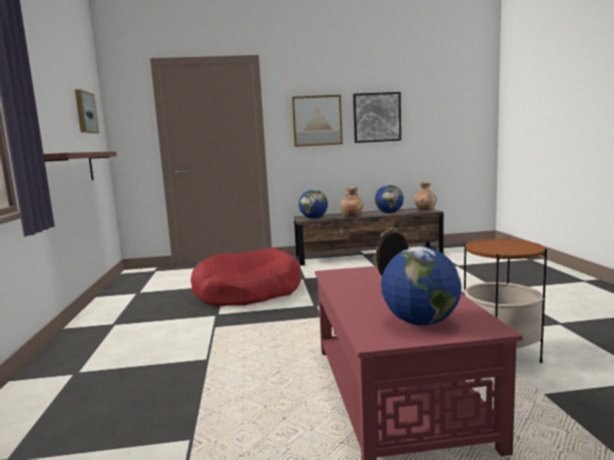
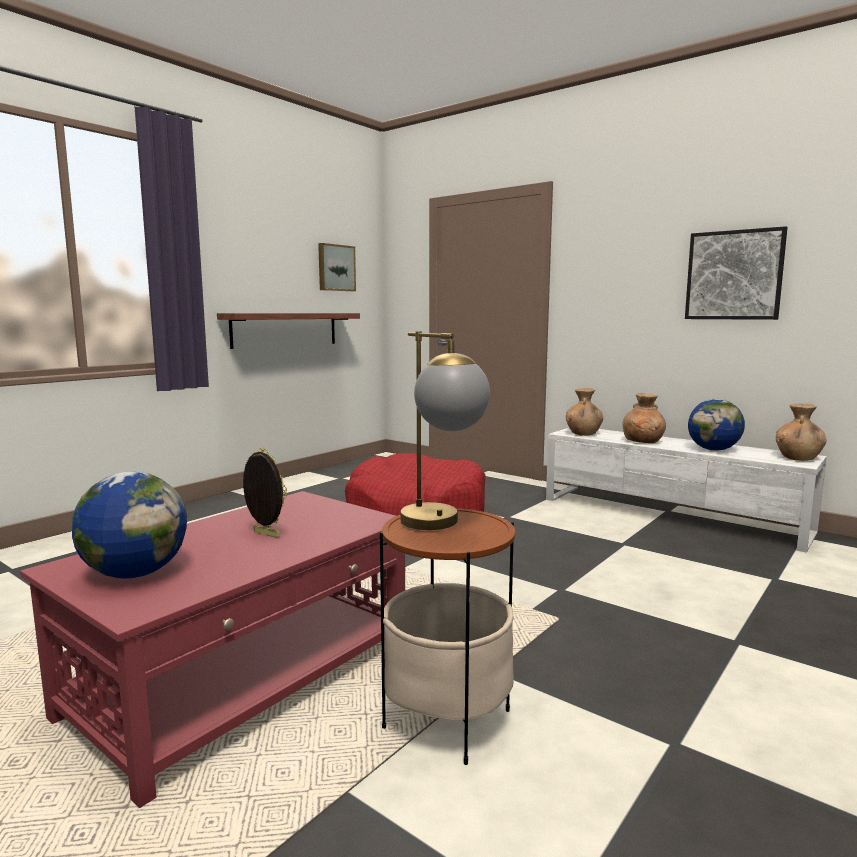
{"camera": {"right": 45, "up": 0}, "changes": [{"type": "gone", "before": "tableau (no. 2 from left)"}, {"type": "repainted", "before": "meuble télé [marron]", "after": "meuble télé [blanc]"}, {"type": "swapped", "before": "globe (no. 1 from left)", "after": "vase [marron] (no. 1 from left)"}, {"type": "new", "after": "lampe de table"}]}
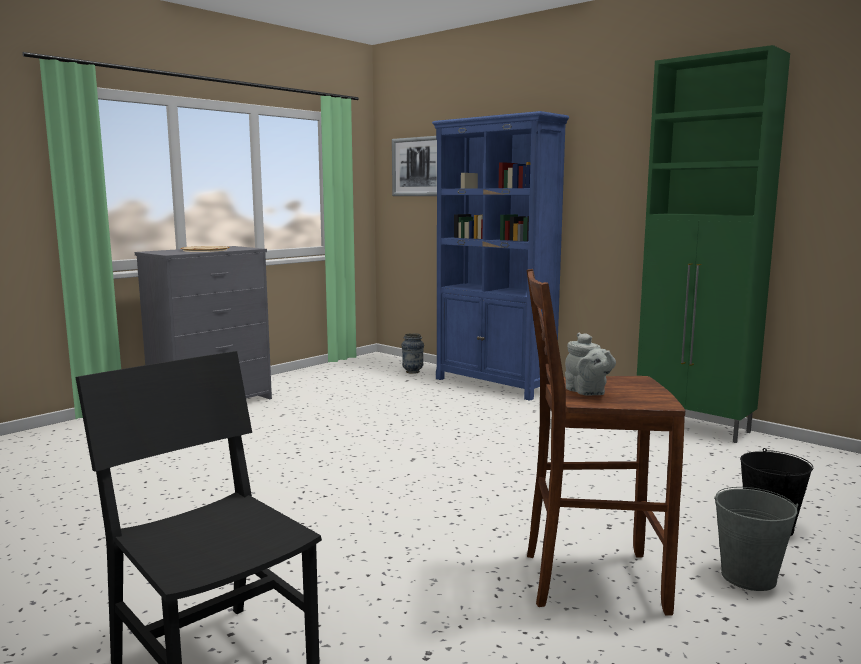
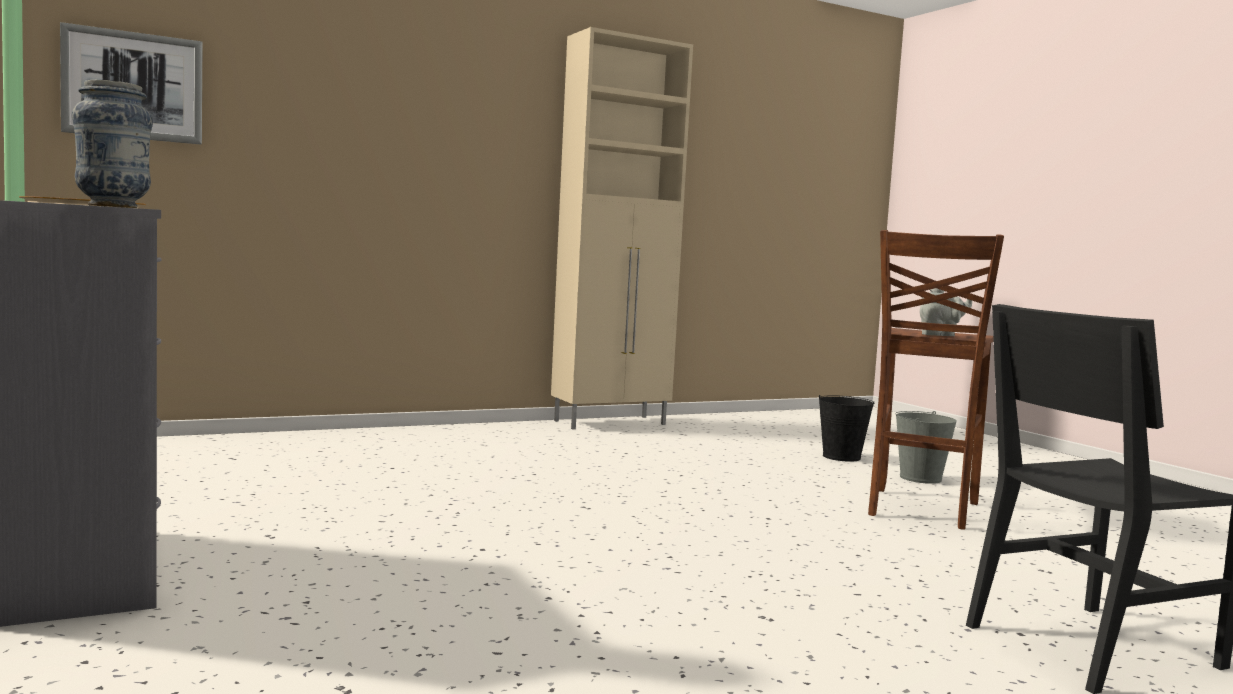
{"camera": {"right": -70, "up": -5}, "changes": [{"type": "shifted", "before": "vase"}, {"type": "gone", "before": "bibliothèque [bleu]"}, {"type": "repainted", "before": "meuble de rangement [vert]", "after": "meuble de rangement [beige]"}]}
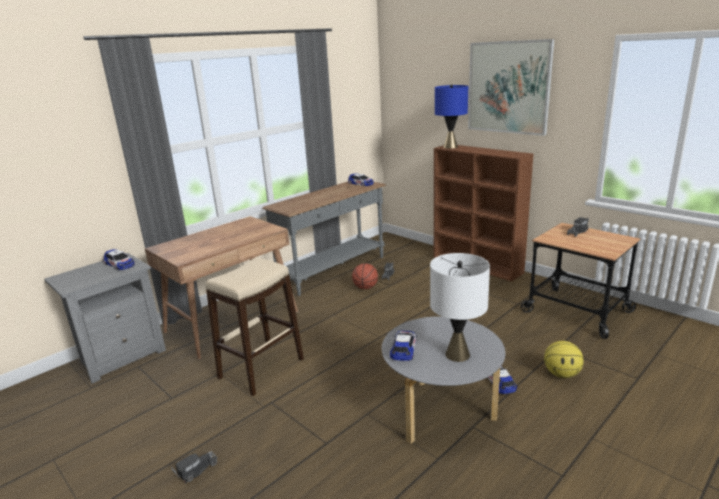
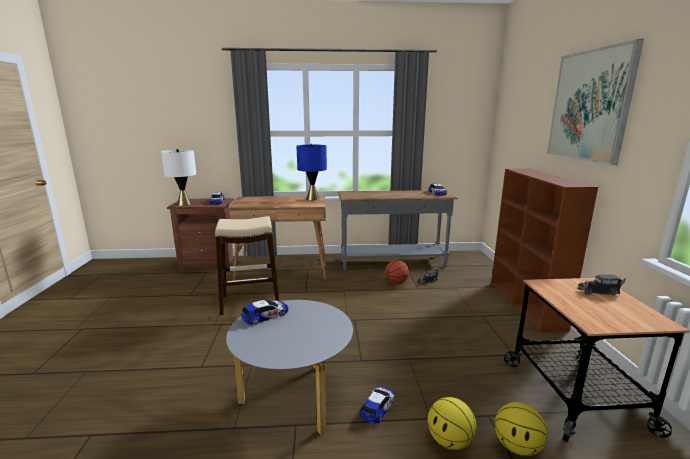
{"camera": {"right": 40, "up": -5}, "changes": [{"type": "repainted", "before": "table de chevet [gris]", "after": "table de chevet [marron]"}, {"type": "gone", "before": "camion jouet (no. 1 from left)"}, {"type": "shifted", "before": "lampe de table [blanc]"}, {"type": "shifted", "before": "lampe de table [bleu]"}, {"type": "new", "after": "ballon de basket (no. 3 from left)"}]}
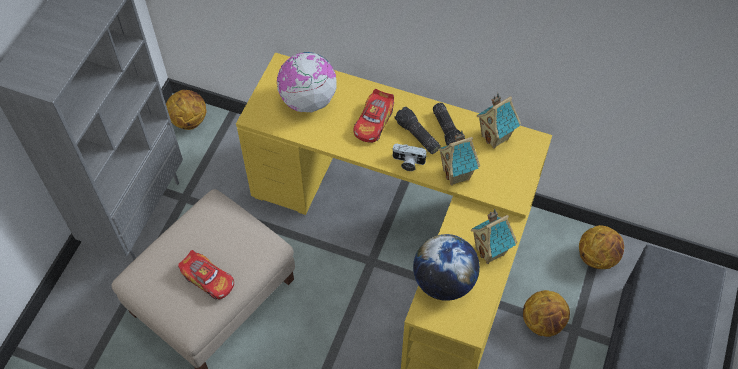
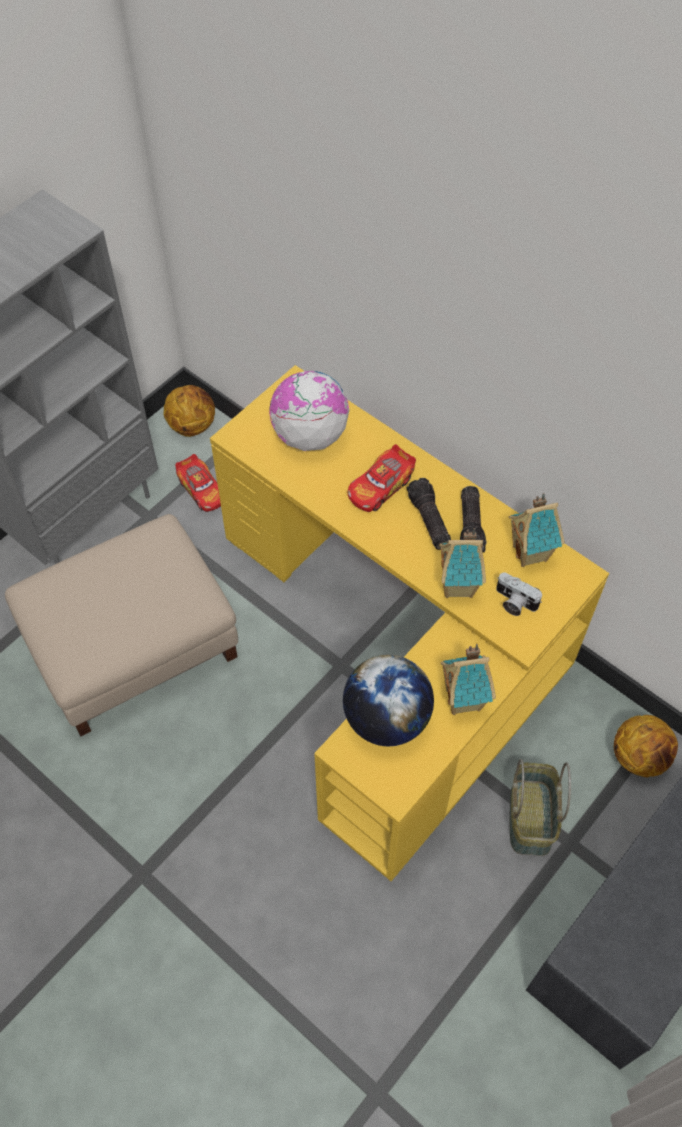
{"camera": {"right": 20, "up": 0}, "changes": [{"type": "shifted", "before": "petite voiture (no. 1 from left)"}, {"type": "shifted", "before": "appareil photo"}, {"type": "swapped", "before": "ballon de basket (no. 2 from left)", "after": "panier"}]}
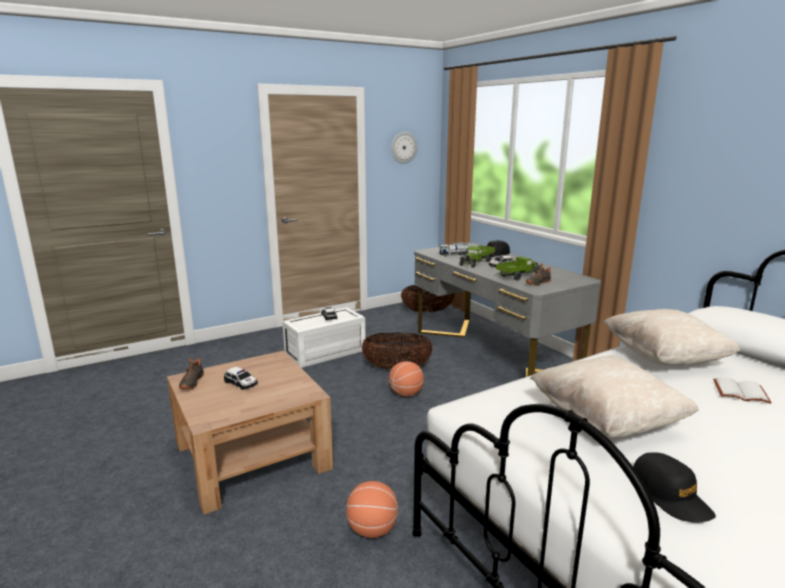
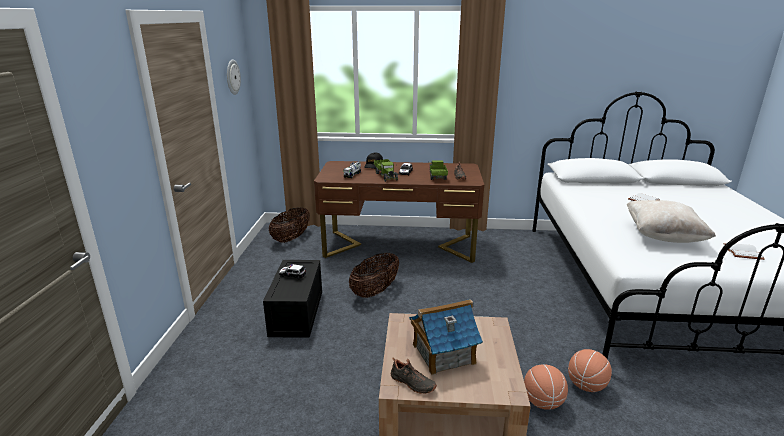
{"camera": {"right": -55, "up": 5}, "changes": [{"type": "swapped", "before": "petite voiture (no. 1 from left)", "after": "maison miniature"}, {"type": "repainted", "before": "boîte de rangement [blanc]", "after": "boîte de rangement [noir]"}, {"type": "shifted", "before": "ballon de basket (no. 2 from left in the first image)", "after": "ballon de basket (no. 1 from left)"}, {"type": "repainted", "before": "bureau [gris]", "after": "bureau [marron]"}, {"type": "gone", "before": "coussin [beige] (no. 2 from left)"}, {"type": "swapped", "before": "casquette [noir] (no. 2 from left)", "after": "livre [blanc] (no. 2 from left)"}]}
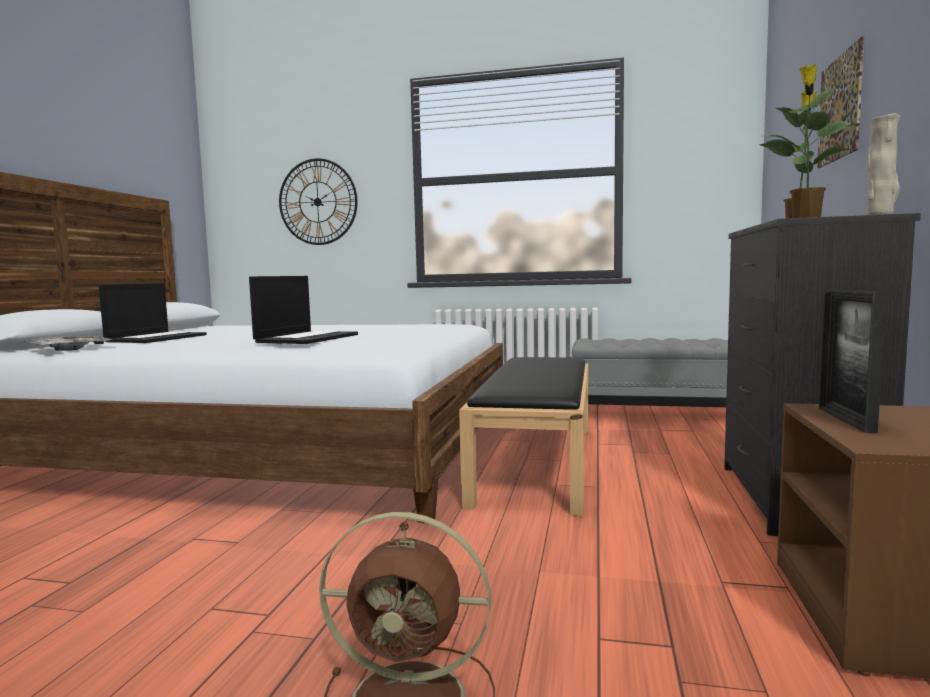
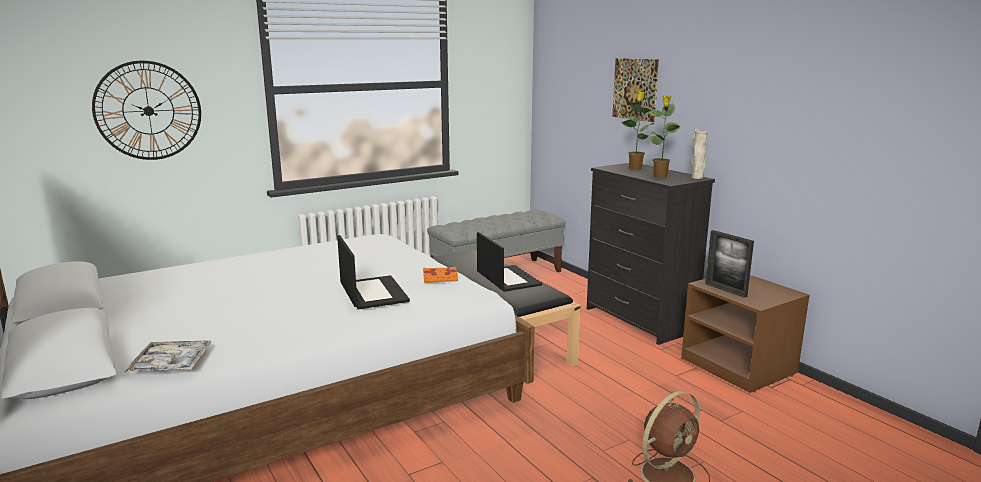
{"camera": {"right": -45, "up": 10}, "changes": [{"type": "shifted", "before": "ordinateur portable (no. 1 from left in the first image)", "after": "ordinateur portable (no. 2 from left)"}, {"type": "new", "after": "livre [orange]"}]}
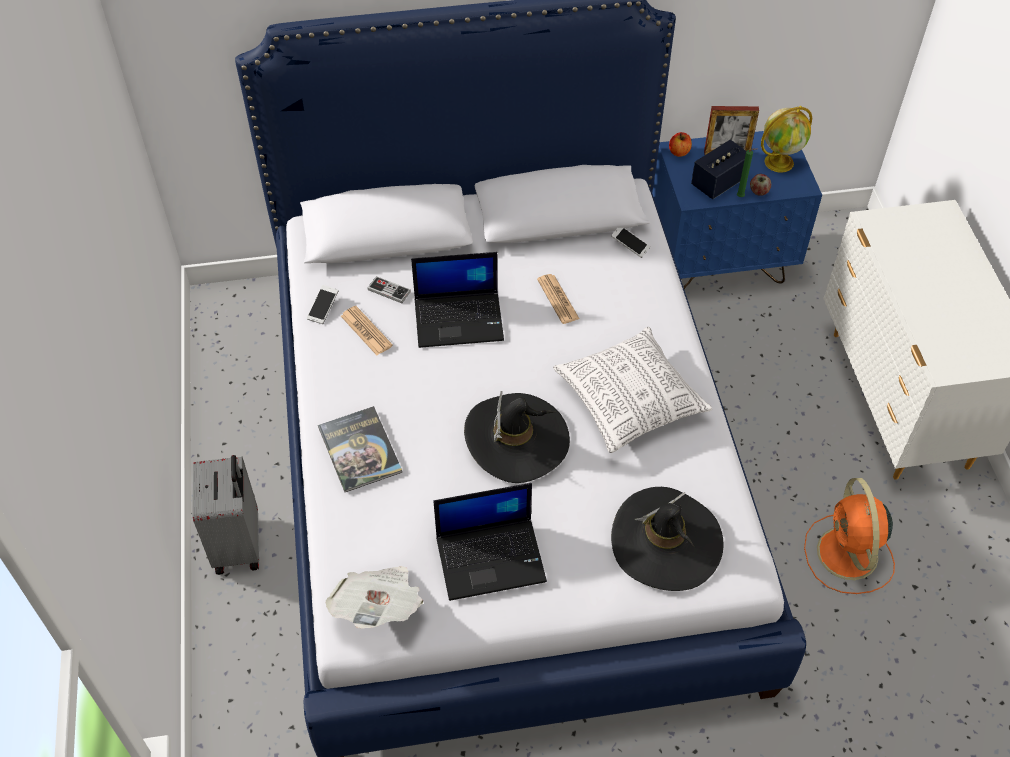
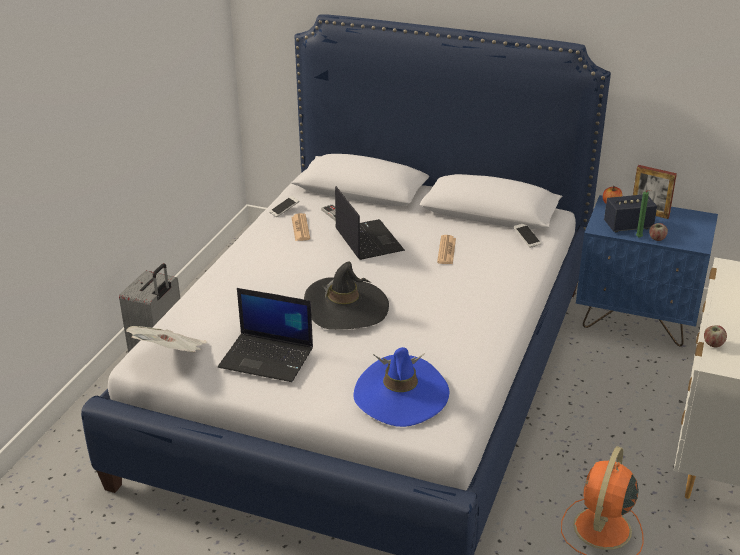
{"camera": {"right": 30, "up": -20}, "changes": [{"type": "gone", "before": "livre"}, {"type": "rotated", "before": "ordinateur portable (no. 1 from left in the first image)", "turn": -135}, {"type": "gone", "before": "coussin"}, {"type": "repainted", "before": "chapeau [noir] (no. 2 from left)", "after": "chapeau [bleu]"}, {"type": "gone", "before": "globe"}, {"type": "new", "after": "pomme (no. 3 from left)"}]}
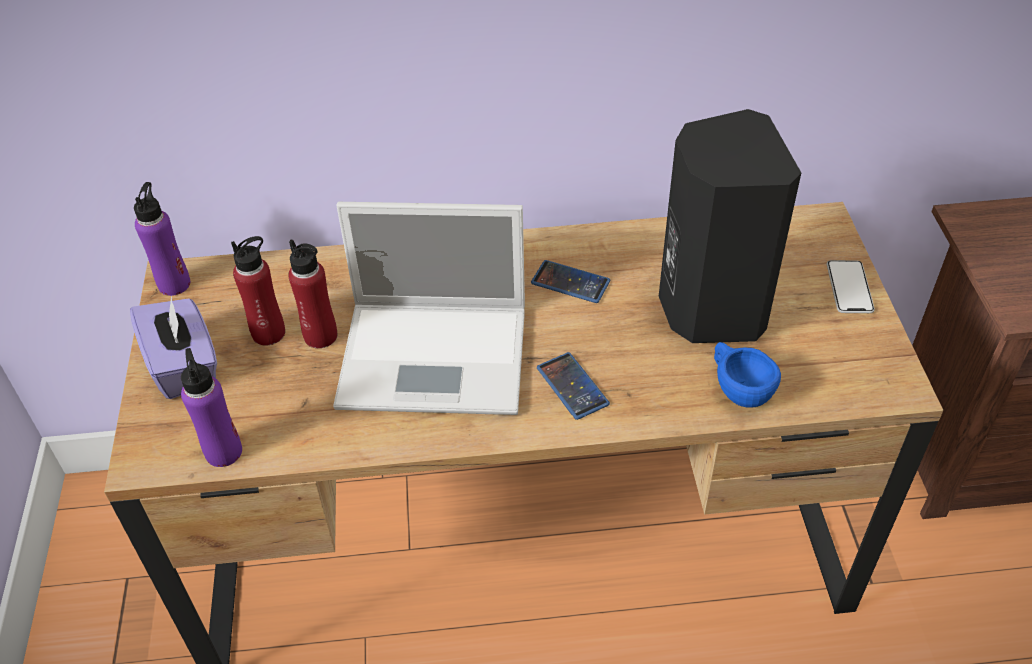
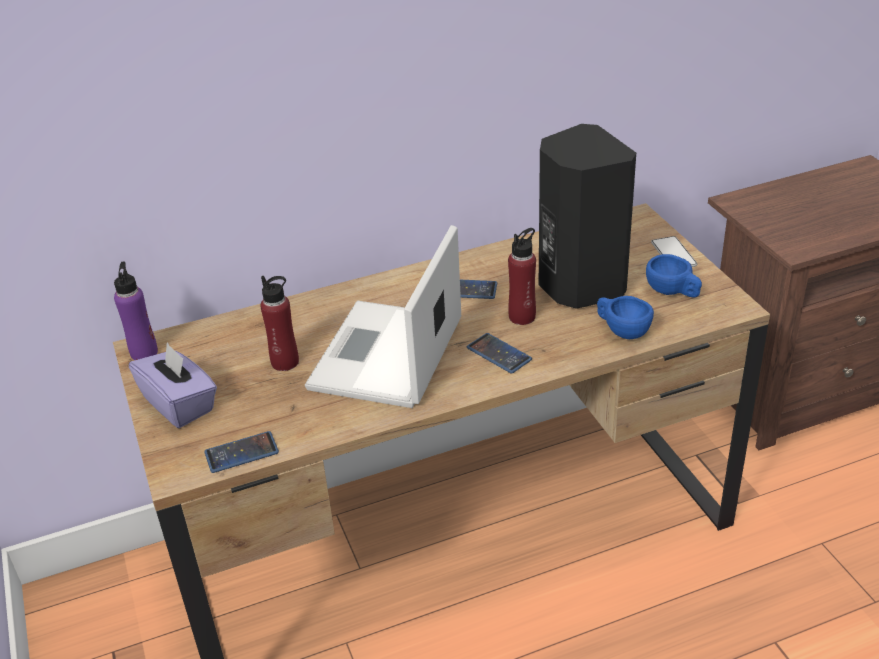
{"camera": {"right": -15, "up": -10}, "changes": [{"type": "swapped", "before": "bouteille [violet] (no. 2 from left)", "after": "téléphone (no. 1 from left)"}, {"type": "shifted", "before": "bouteille [rouge] (no. 1 from left in the first image)", "after": "bouteille [rouge] (no. 2 from left)"}, {"type": "rotated", "before": "ordinateur portable", "turn": 120}, {"type": "new", "after": "tasse [bleu] (no. 2 from left)"}]}
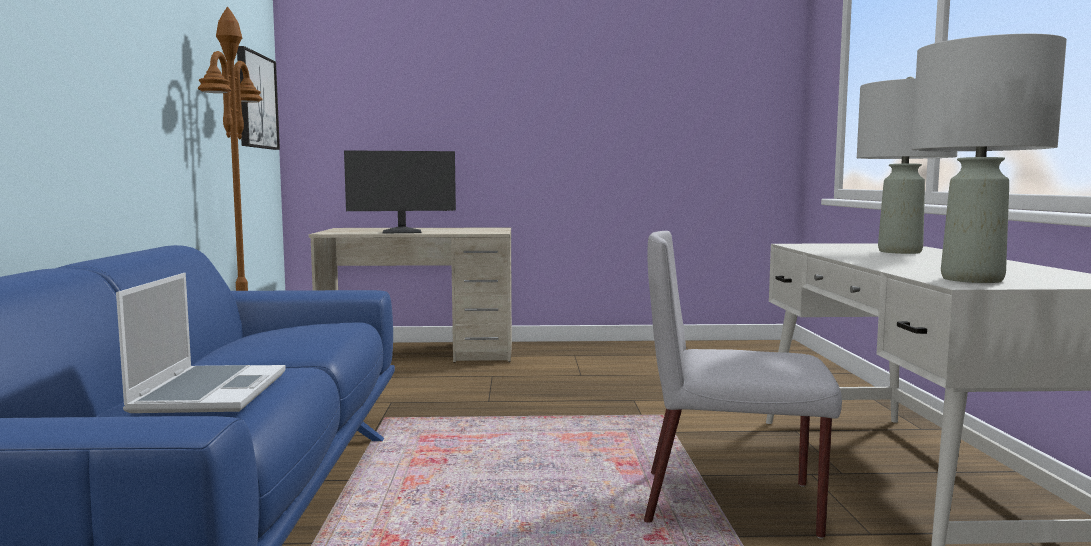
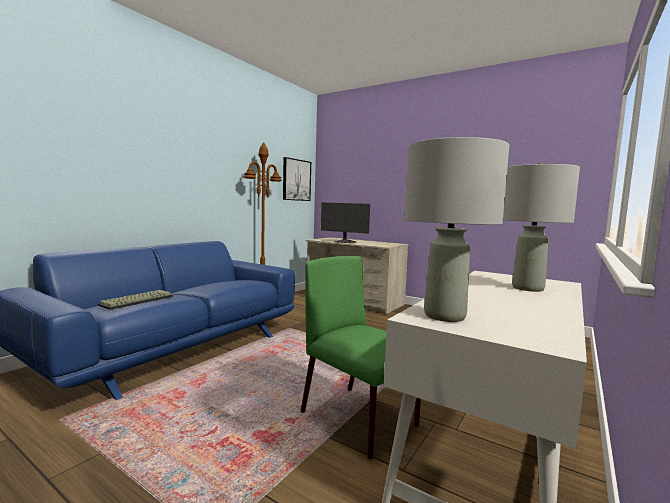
{"camera": {"right": 35, "up": 0}, "changes": [{"type": "swapped", "before": "ordinateur portable", "after": "clavier"}, {"type": "repainted", "before": "chaise [gris]", "after": "chaise [vert]"}]}
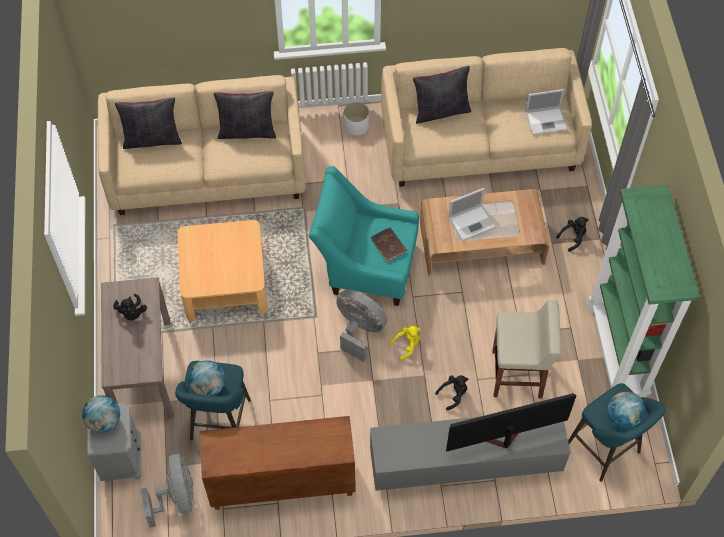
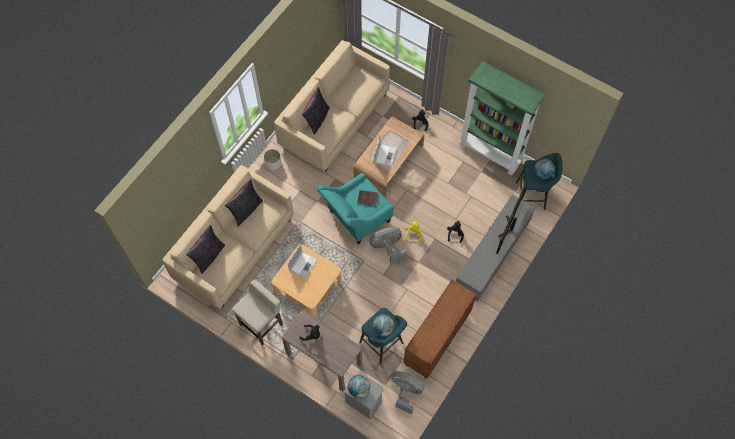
{"camera": {"right": -50, "up": 5}, "changes": [{"type": "shifted", "before": "tabouret [beige]"}, {"type": "shifted", "before": "ordinateur portable (no. 2 from left in the first image)", "after": "ordinateur portable (no. 1 from left)"}]}
